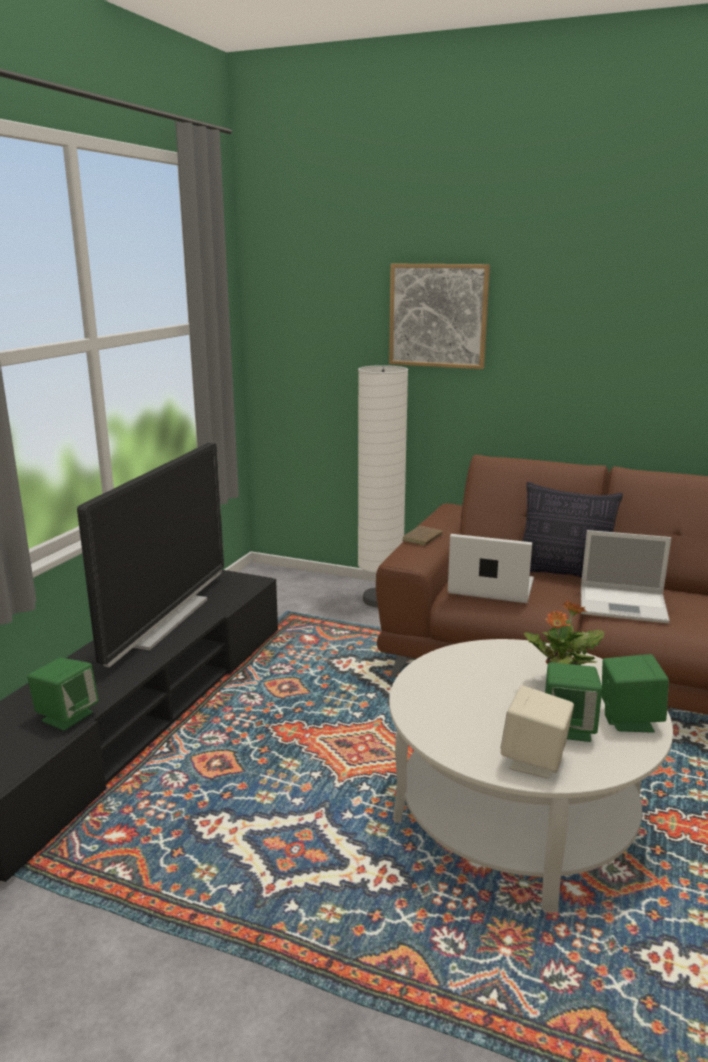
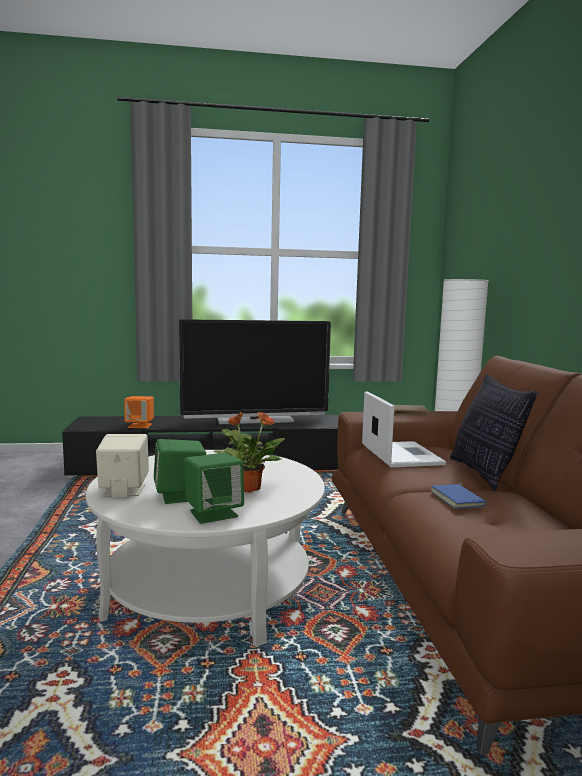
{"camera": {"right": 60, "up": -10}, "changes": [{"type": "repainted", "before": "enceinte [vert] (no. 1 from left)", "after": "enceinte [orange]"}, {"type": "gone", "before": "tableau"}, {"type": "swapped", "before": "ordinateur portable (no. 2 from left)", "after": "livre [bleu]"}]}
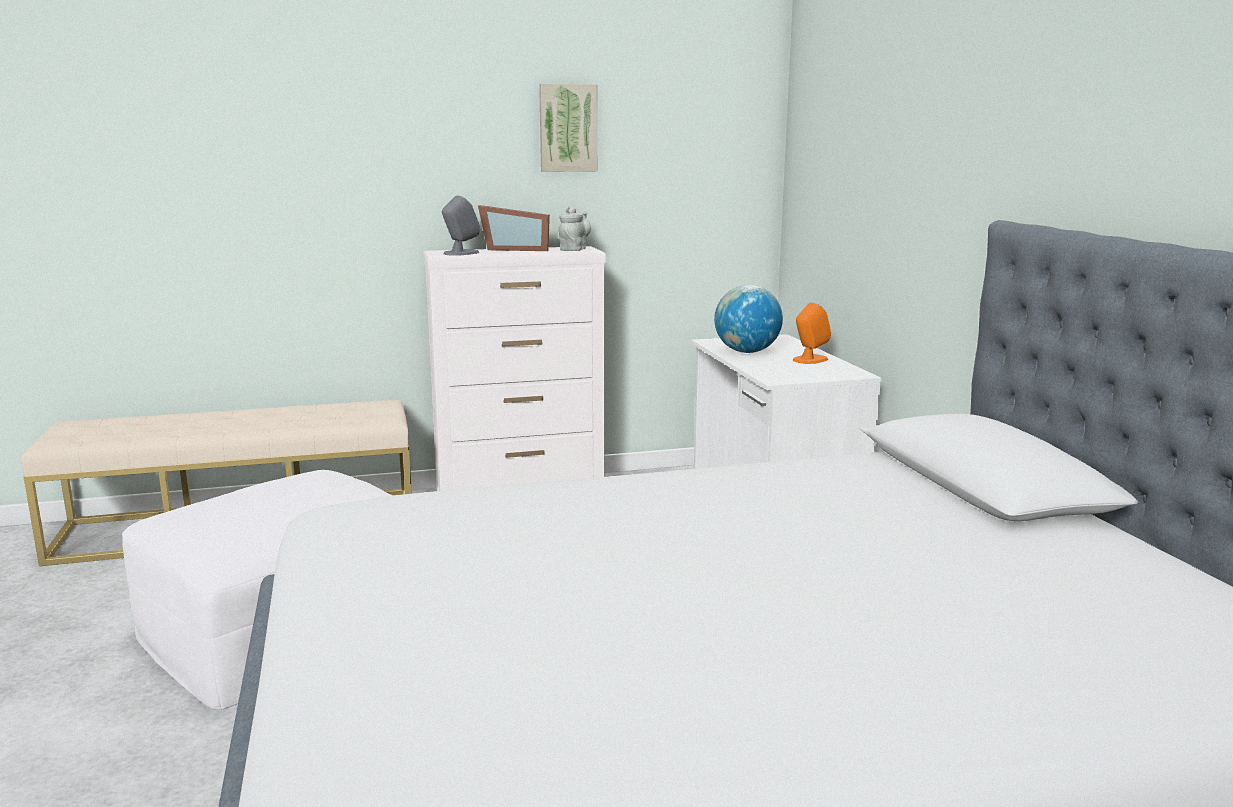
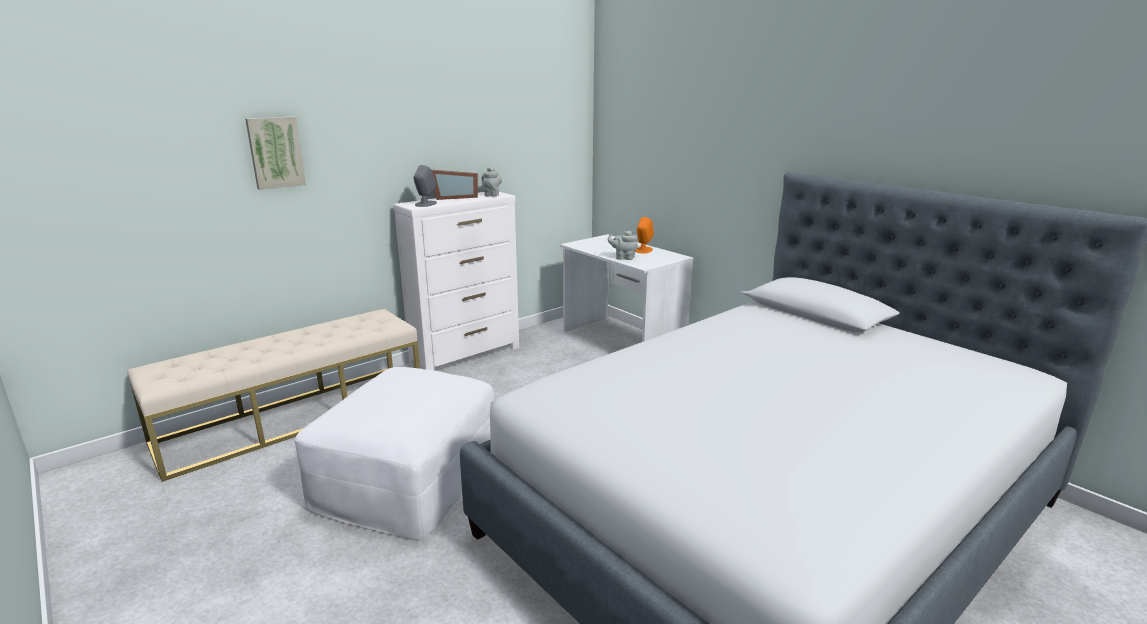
{"camera": {"right": -25, "up": 5}, "changes": [{"type": "shifted", "before": "tableau"}, {"type": "gone", "before": "globe"}, {"type": "new", "after": "théière [gris] (no. 2 from left)"}]}
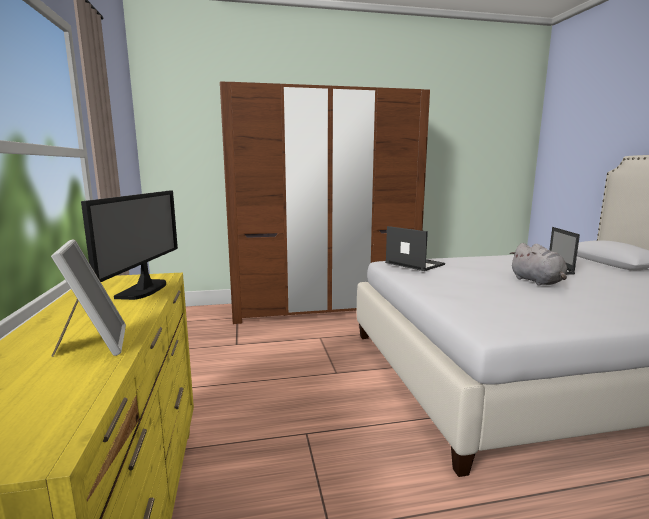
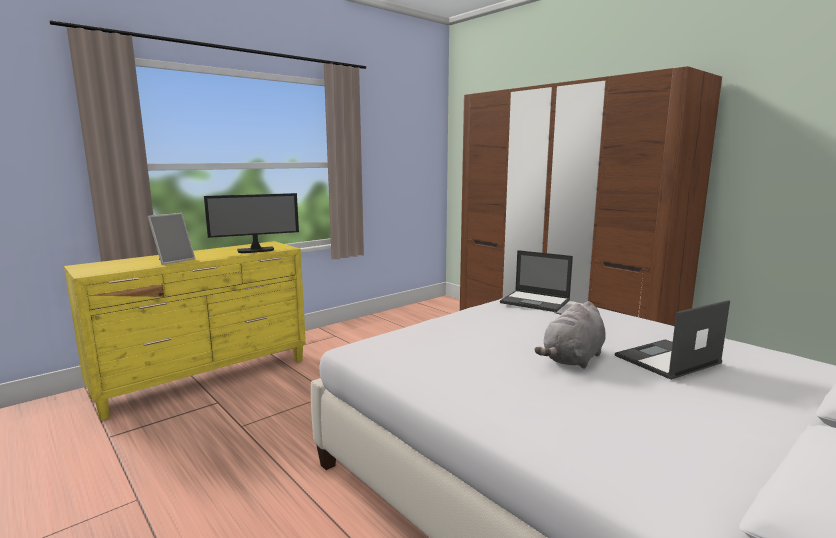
{"camera": {"right": 60, "up": 0}, "changes": [{"type": "rotated", "before": "ordinateur portable (no. 1 from left)", "turn": 105}]}
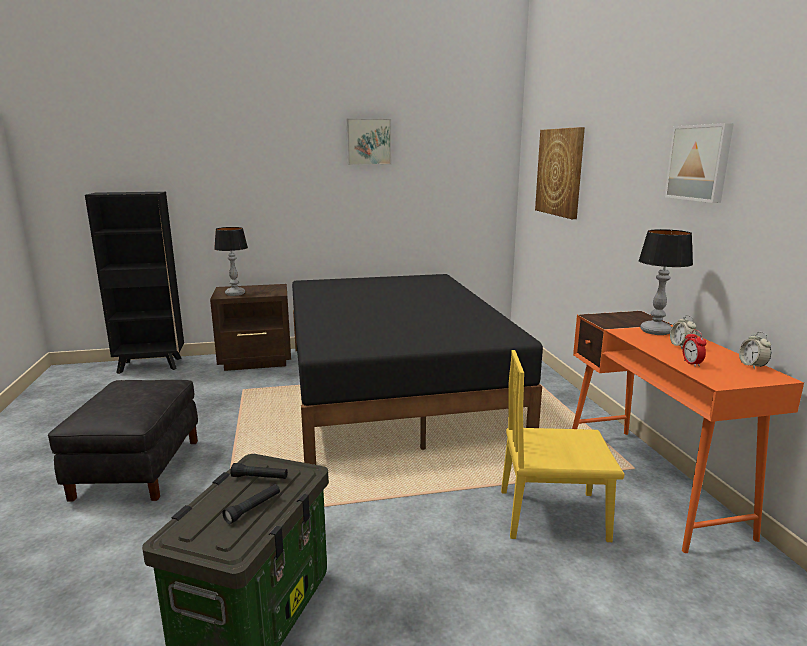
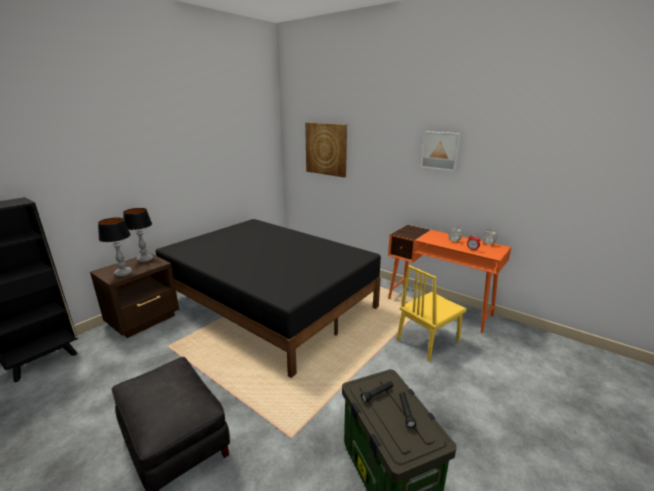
{"camera": {"right": -40, "up": 5}, "changes": [{"type": "gone", "before": "tableau (no. 1 from left)"}, {"type": "shifted", "before": "lampe de table (no. 2 from left)"}]}
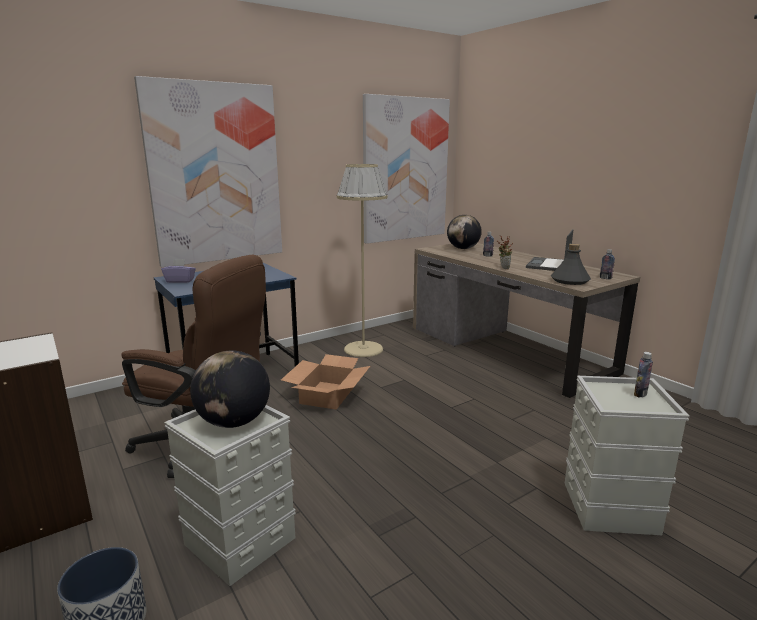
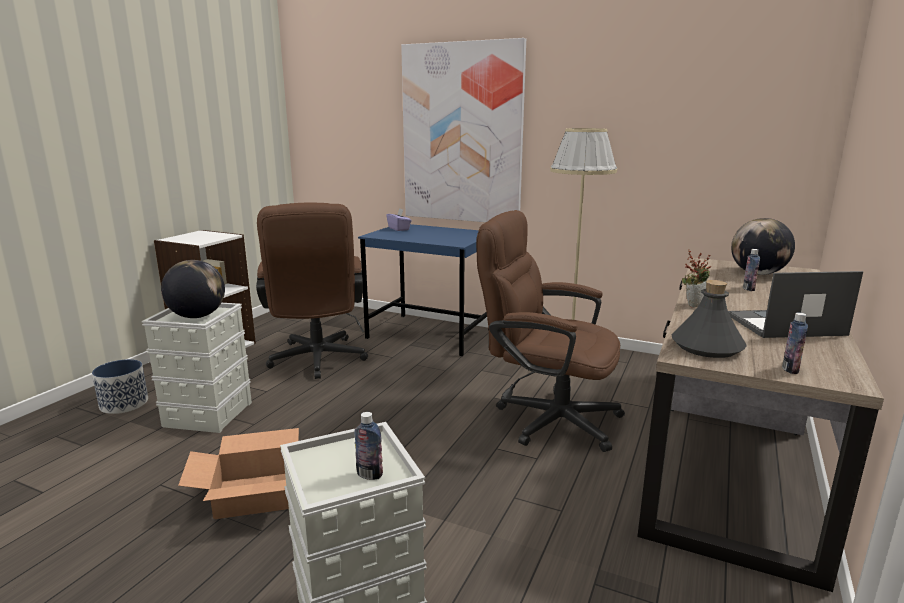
{"camera": {"right": 60, "up": 0}, "changes": [{"type": "shifted", "before": "carton"}, {"type": "gone", "before": "tableau (no. 2 from left)"}, {"type": "new", "after": "chaise de bureau [marron] (no. 2 from left)"}]}
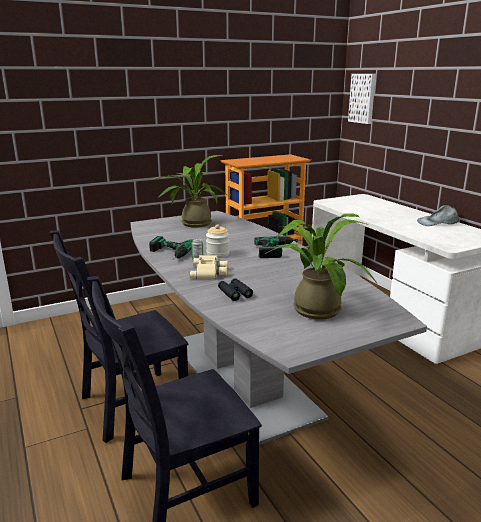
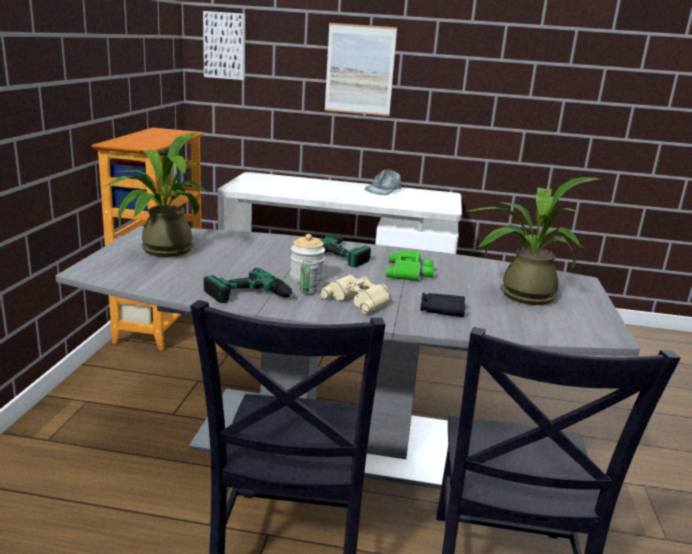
{"camera": {"right": -55, "up": 0}, "changes": [{"type": "new", "after": "tableau (no. 2 from left)"}, {"type": "new", "after": "jumelles [vert]"}]}
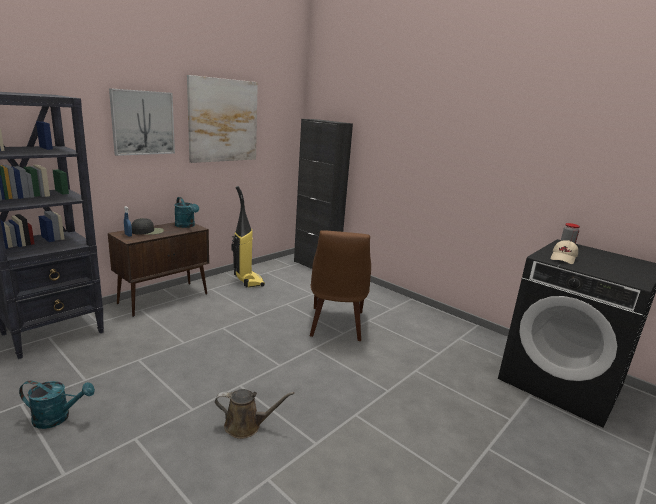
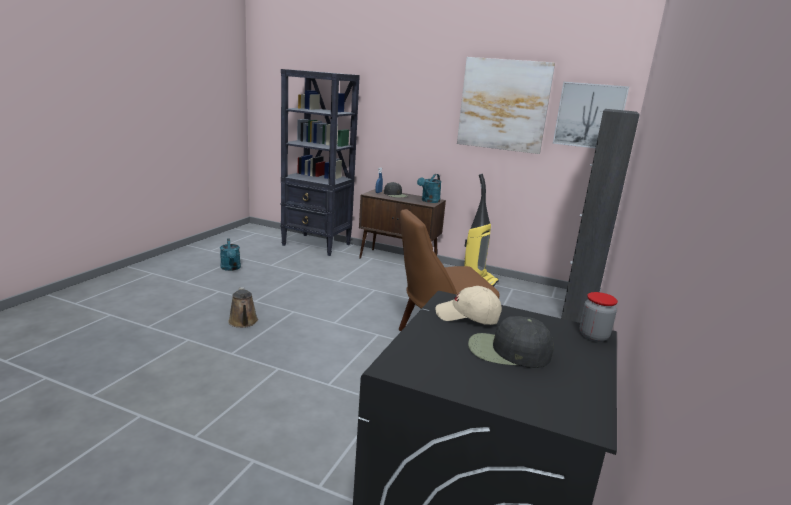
{"camera": {"right": 70, "up": 0}, "changes": [{"type": "shifted", "before": "tableau (no. 1 from left in the first image)", "after": "tableau (no. 2 from left)"}, {"type": "new", "after": "casquette [noir] (no. 2 from left)"}]}
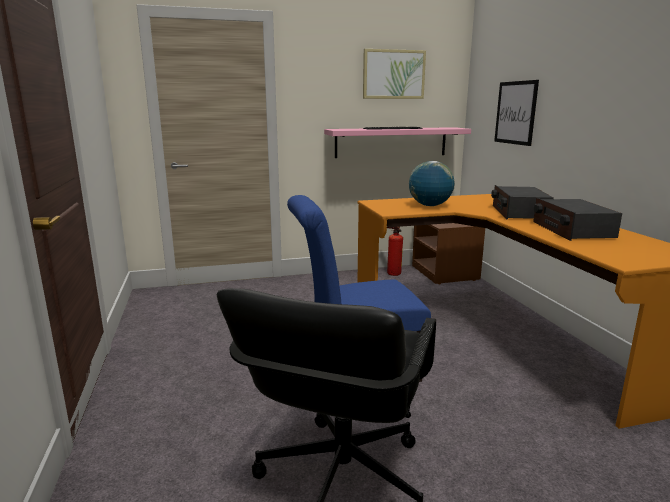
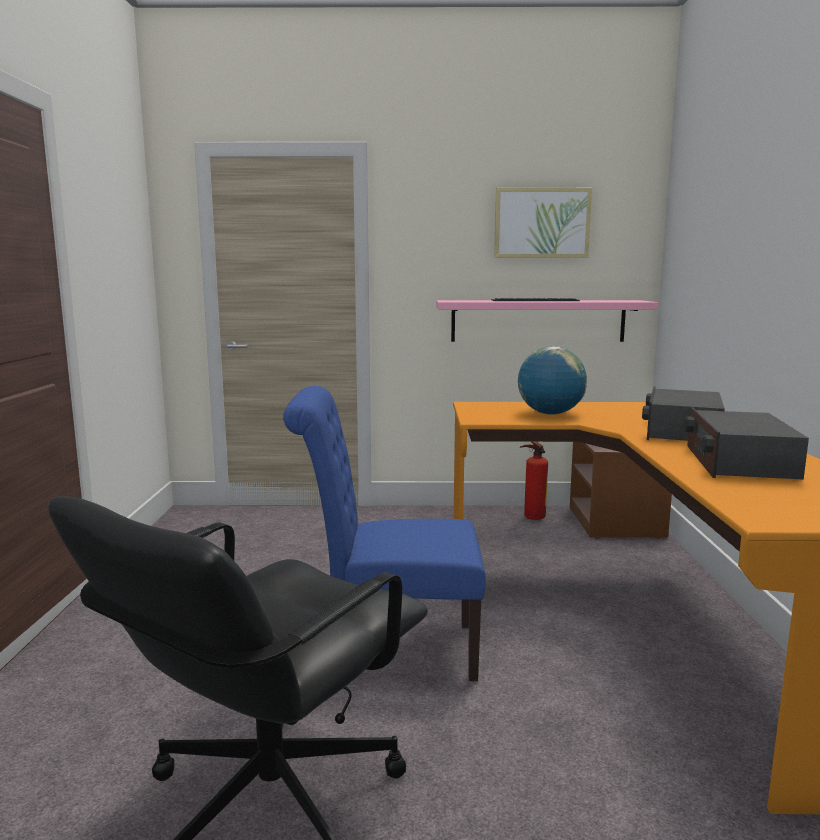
{"camera": {"right": 15, "up": -5}, "changes": [{"type": "gone", "before": "tableau (no. 2 from left)"}]}
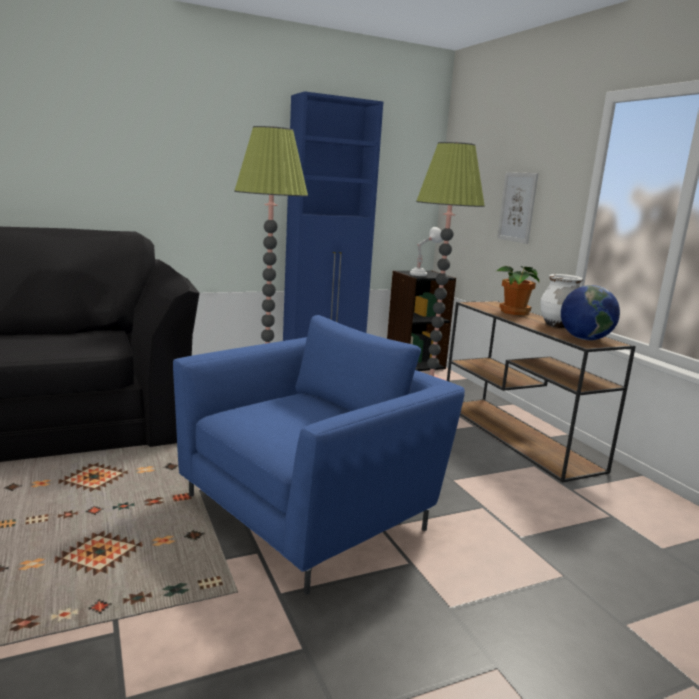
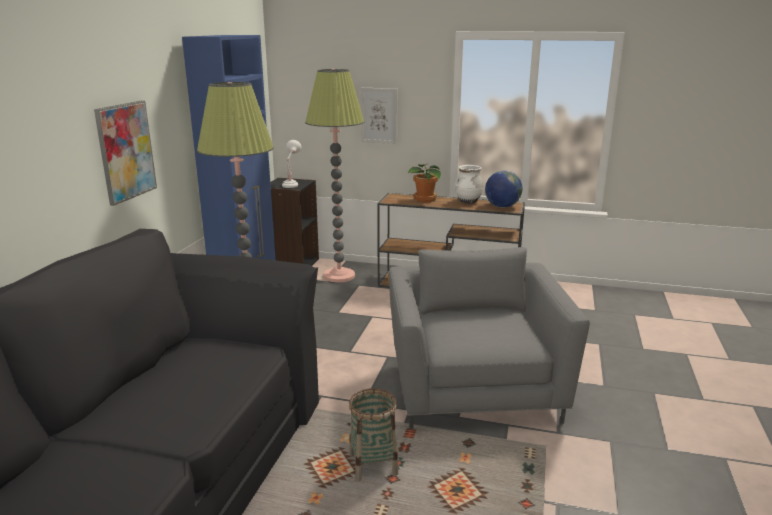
{"camera": {"right": -50, "up": 5}, "changes": [{"type": "repainted", "before": "fauteuil [bleu]", "after": "fauteuil [gris]"}, {"type": "new", "after": "tableau (no. 1 from left)"}, {"type": "new", "after": "panier"}]}
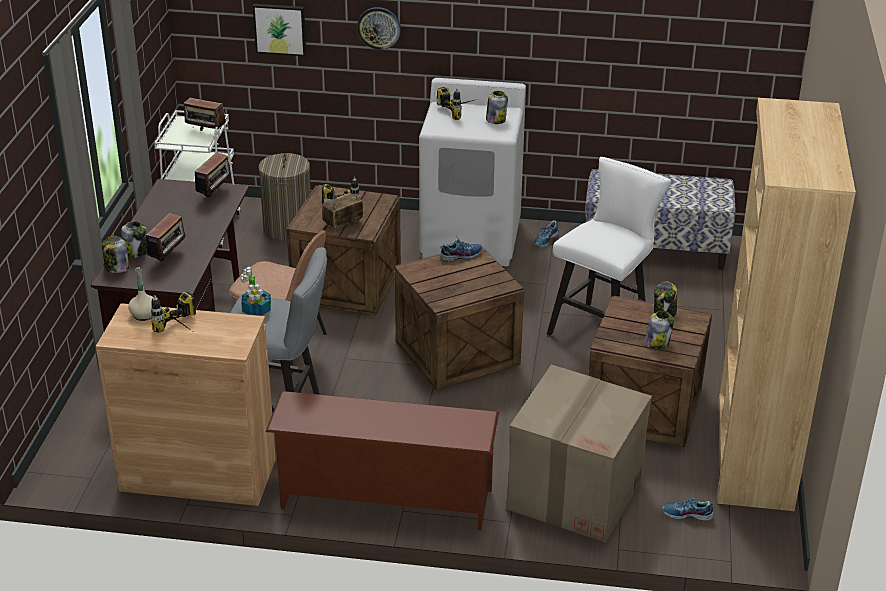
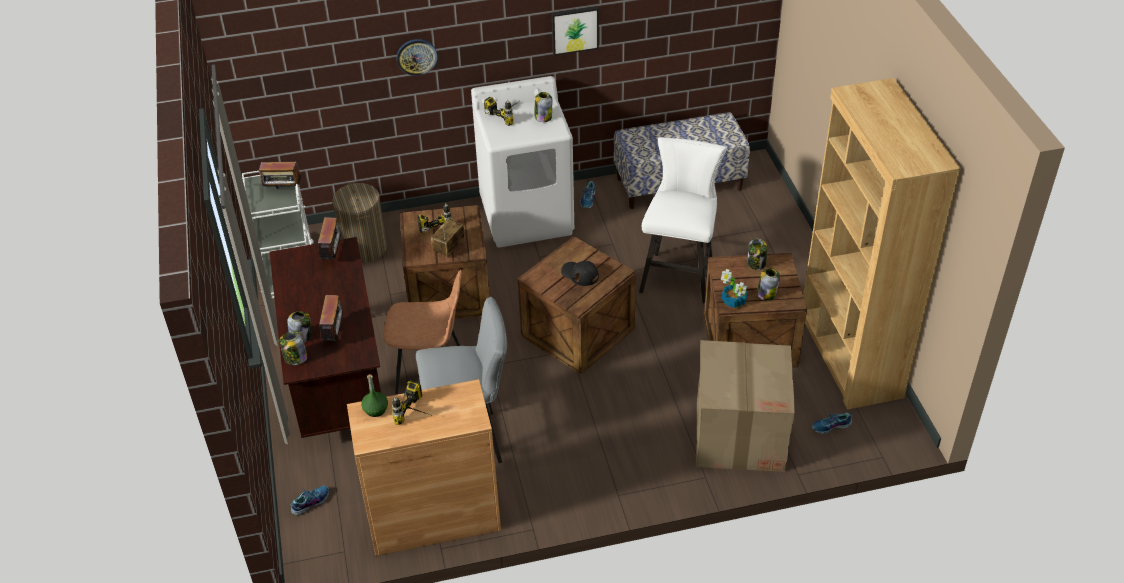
{"camera": {"right": -20, "up": 10}, "changes": [{"type": "repainted", "before": "bouteille [beige]", "after": "bouteille [vert]"}, {"type": "shifted", "before": "plante en pot"}, {"type": "shifted", "before": "tableau"}, {"type": "gone", "before": "étagère à chaussures [marron]"}, {"type": "shifted", "before": "chaussure (no. 1 from left)"}, {"type": "new", "after": "casquette [noir]"}]}
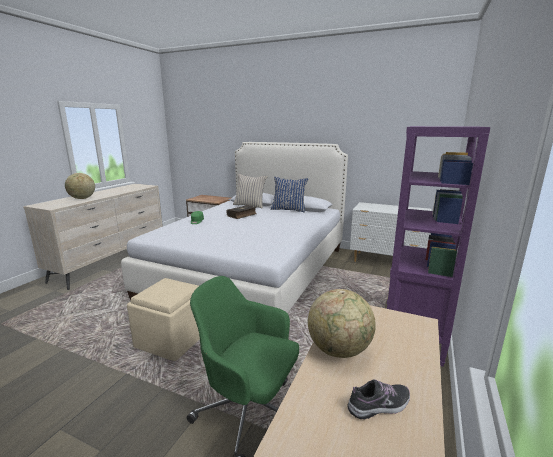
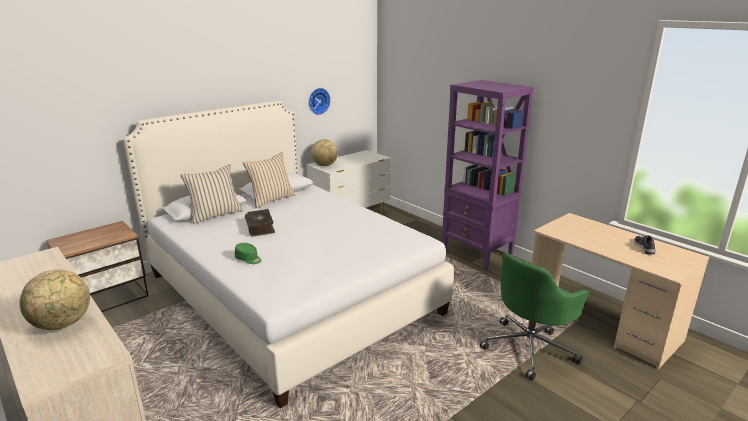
{"camera": {"right": -65, "up": 5}, "changes": [{"type": "gone", "before": "pouf [beige]"}, {"type": "repainted", "before": "coussin [bleu]", "after": "coussin [beige] (no. 2 from left)"}, {"type": "shifted", "before": "globe (no. 2 from left)"}, {"type": "new", "after": "horloge murale"}]}
